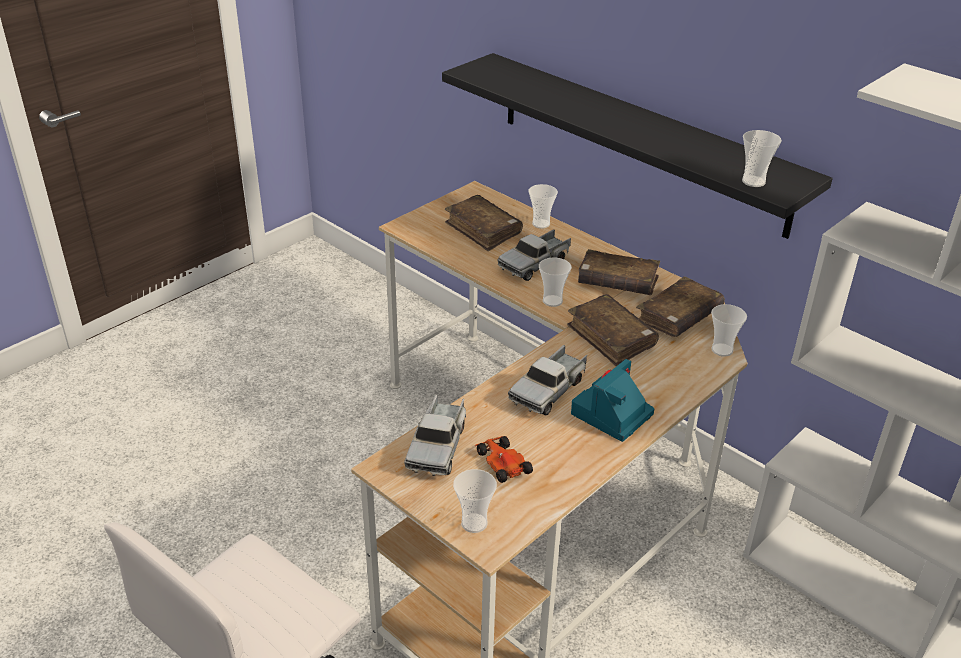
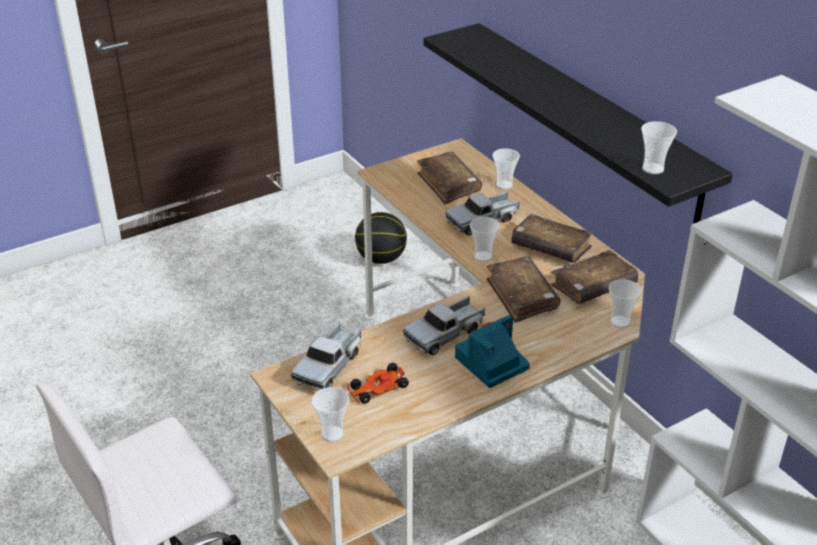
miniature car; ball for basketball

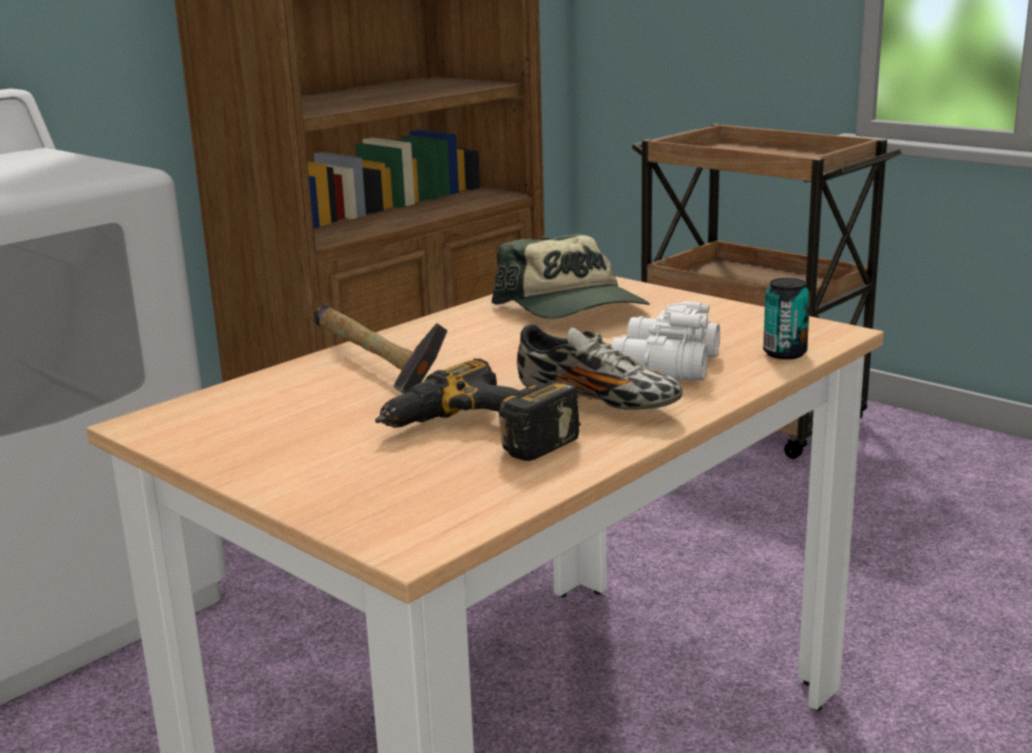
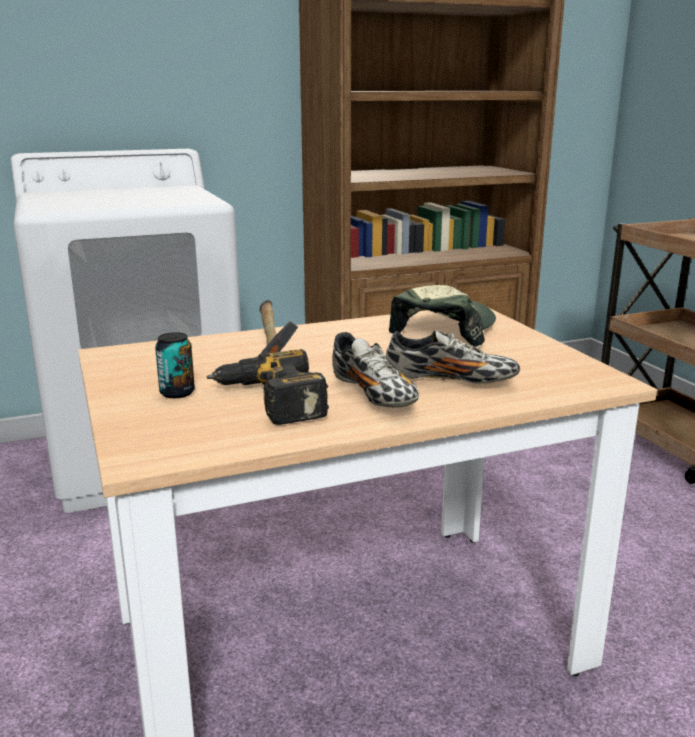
cap; low shoe (2nd from left); can

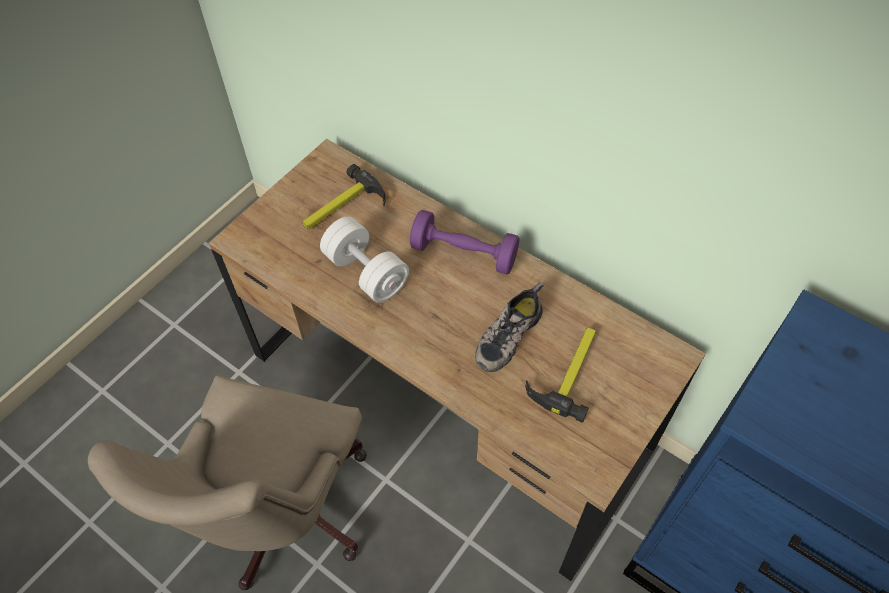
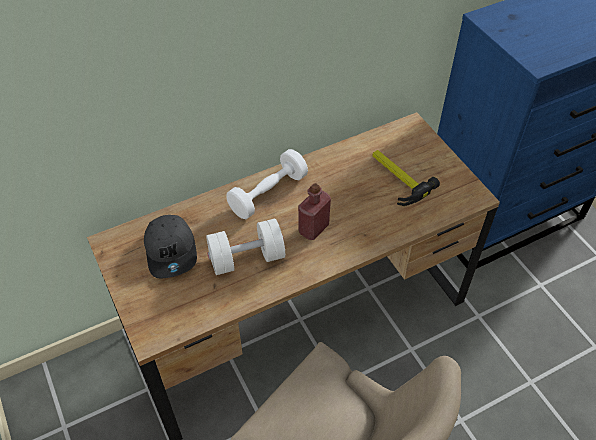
greyish cap; whitish dumbbell (2nd from left); low shoe; reddish drink bottle

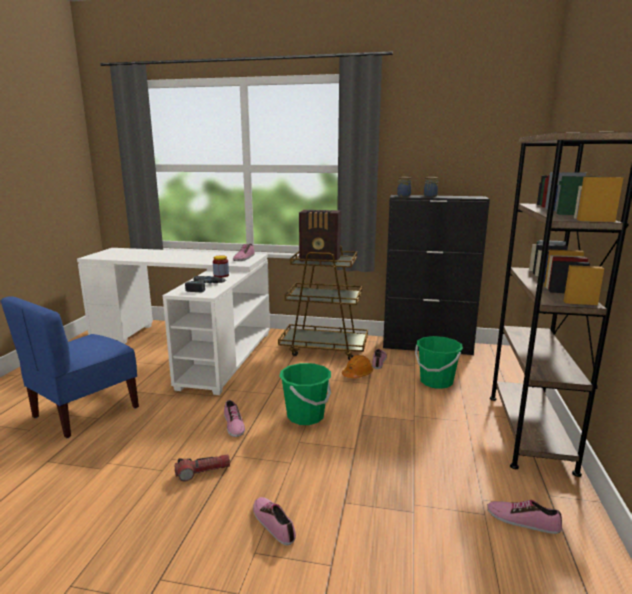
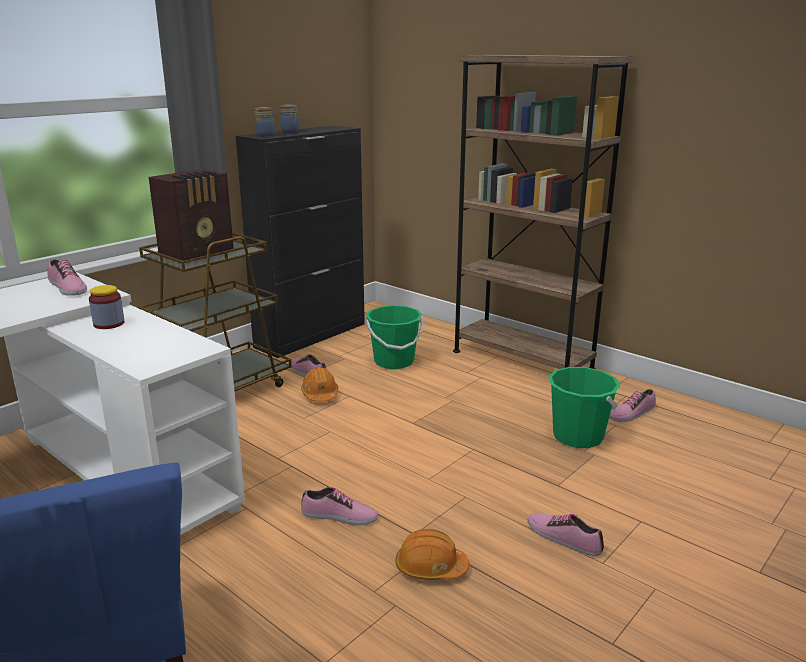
orange hard hat (2nd from left); power drill; low shoe (4th from left); greenish pail (2nd from left)

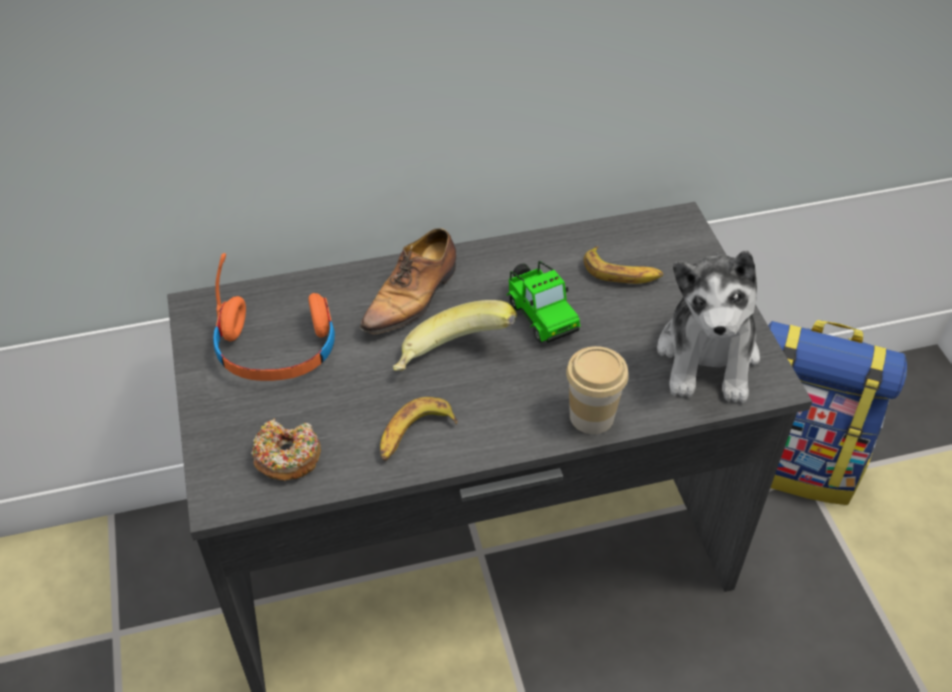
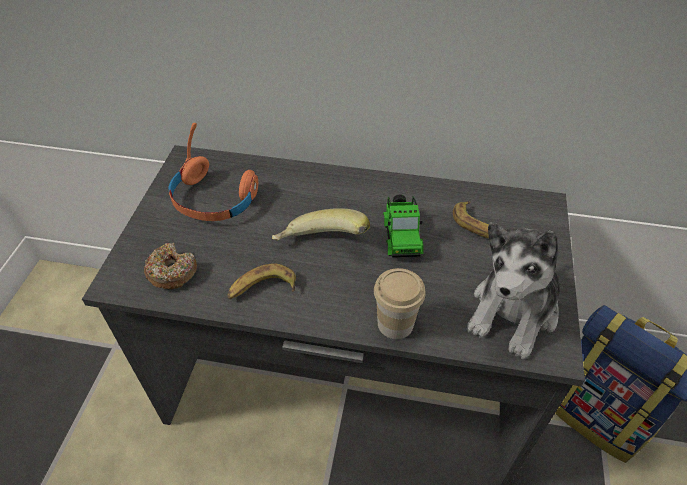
low shoe

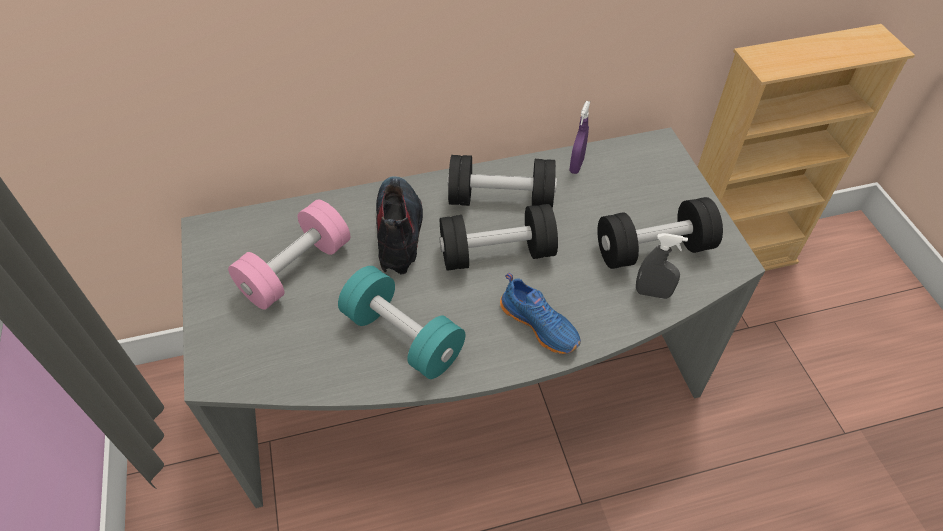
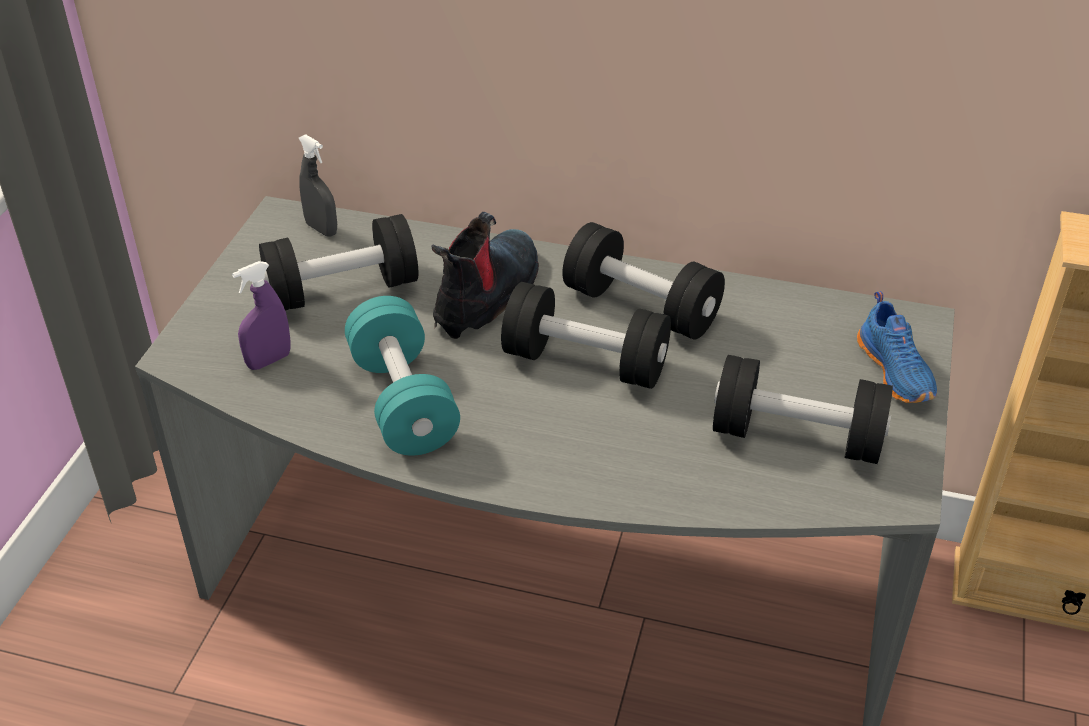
blackish dumbbell (1st from left); blue-coloured low shoe; purple-coloured hand sprayer; greyish hand sprayer

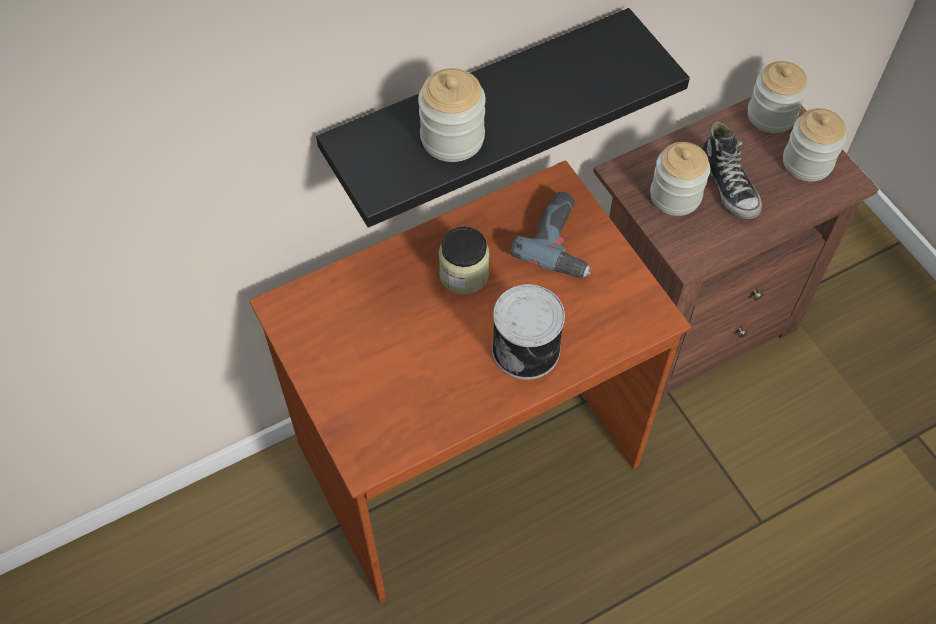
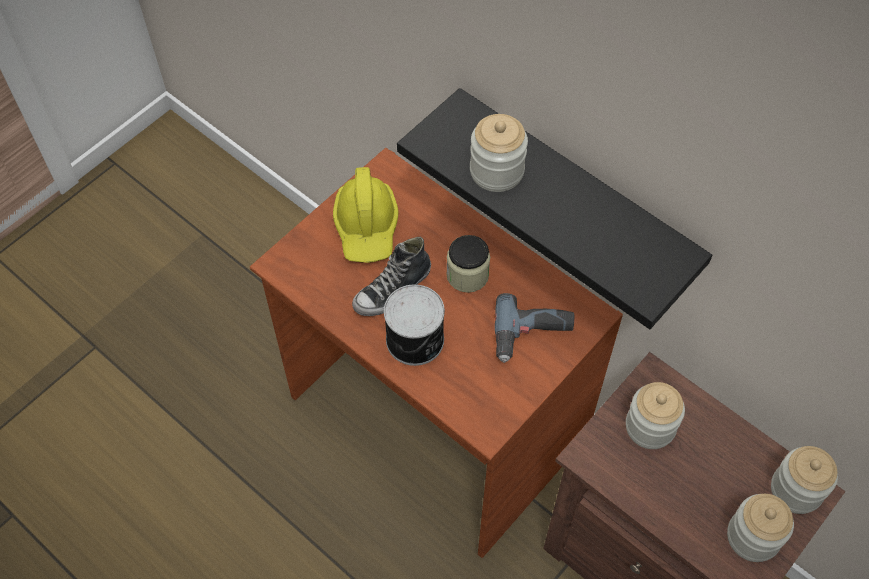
low shoe; yellowish hard hat

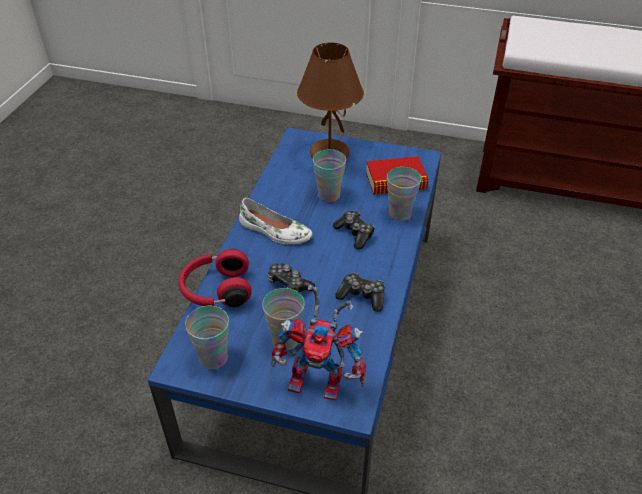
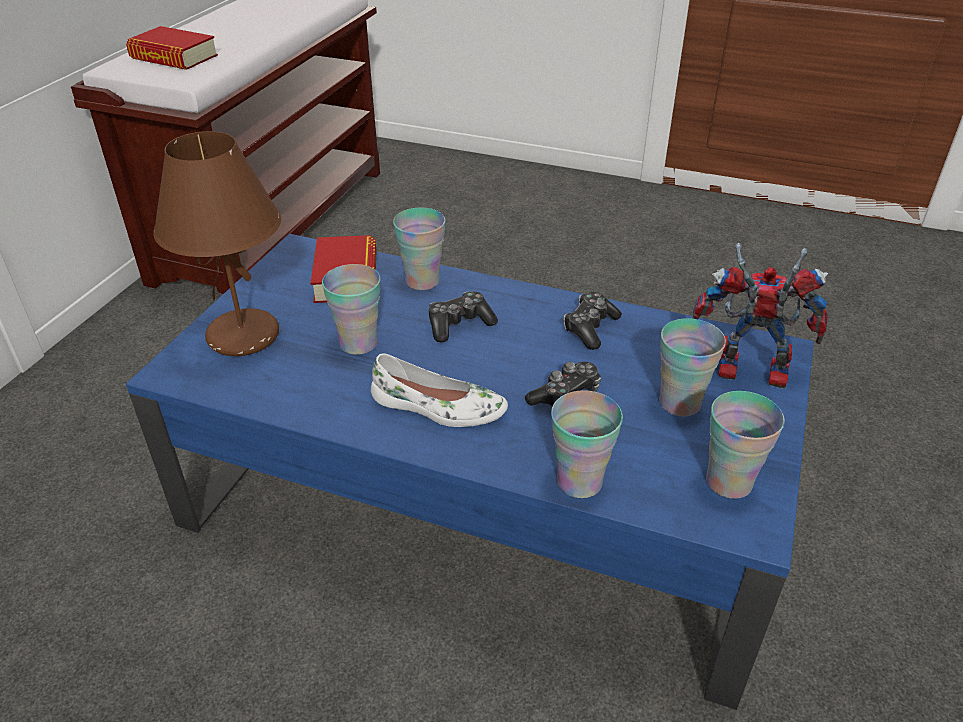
small cup (3rd from left); whitish low shoe; toy robot; volume (1st from left)

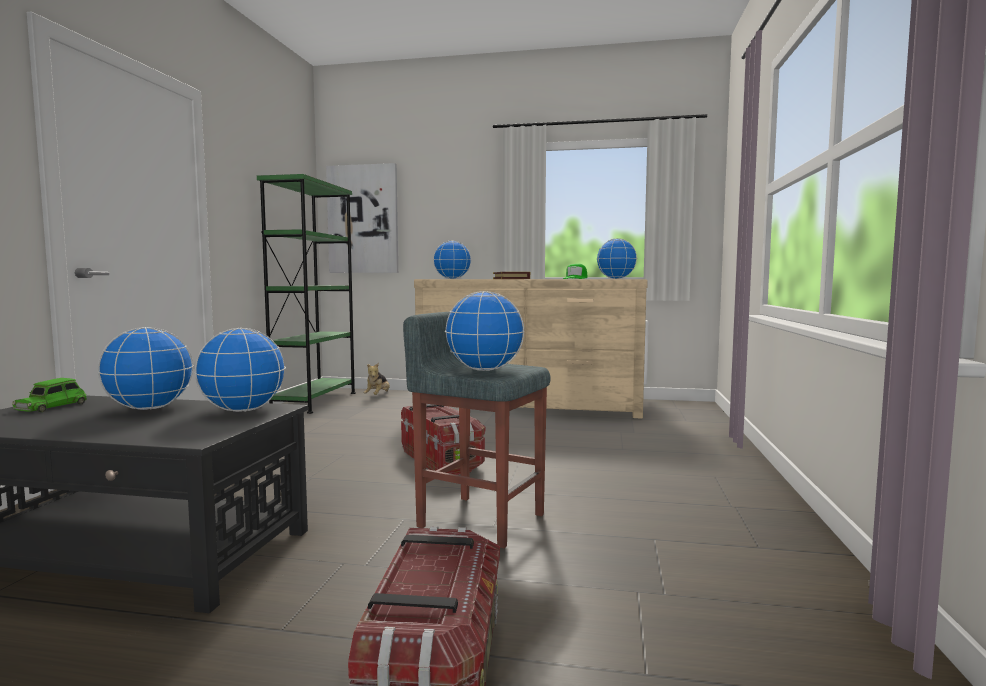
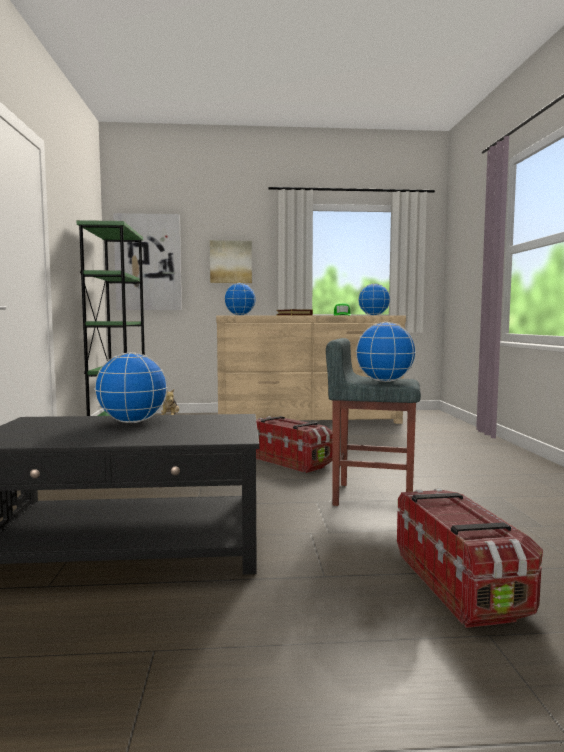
greenish miniature car; world globe (2nd from left in the first image); picture (2nd from left)

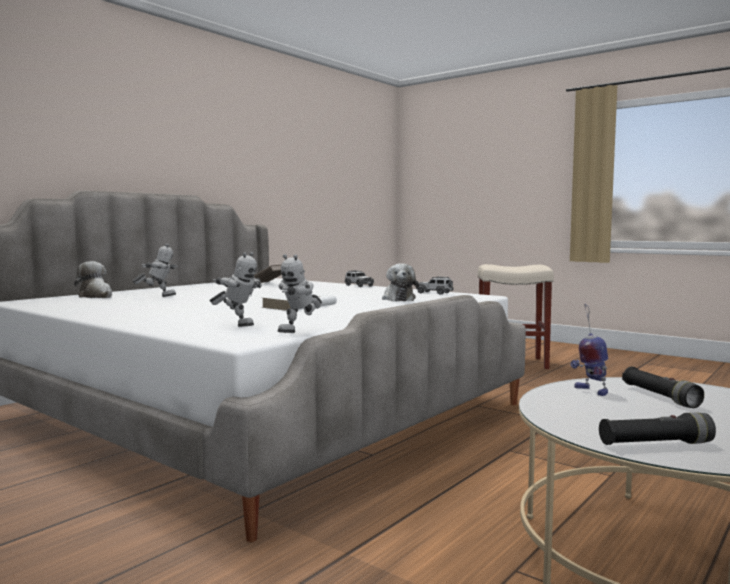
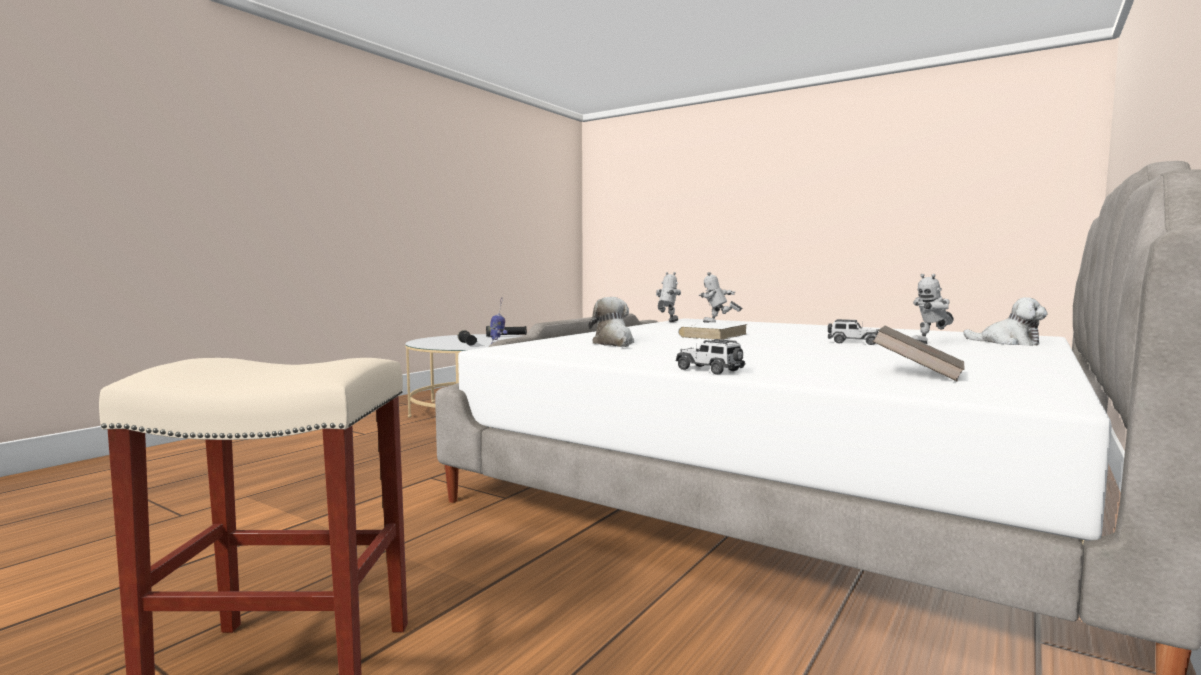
miniature car (2nd from left)

